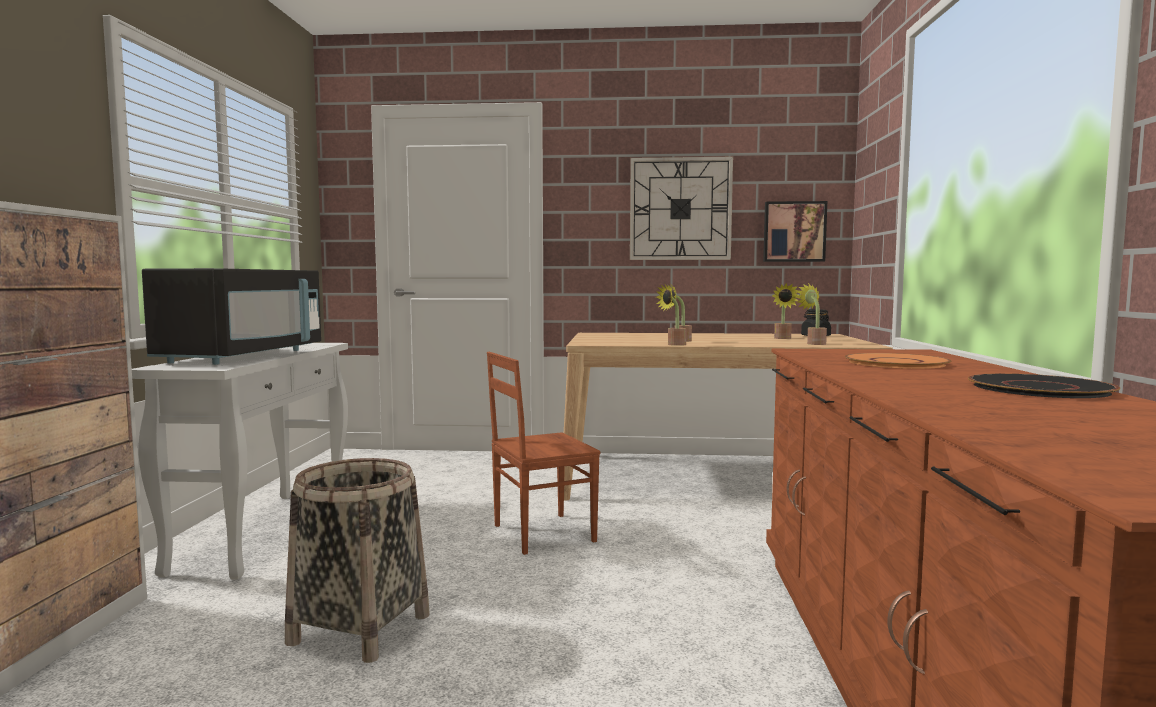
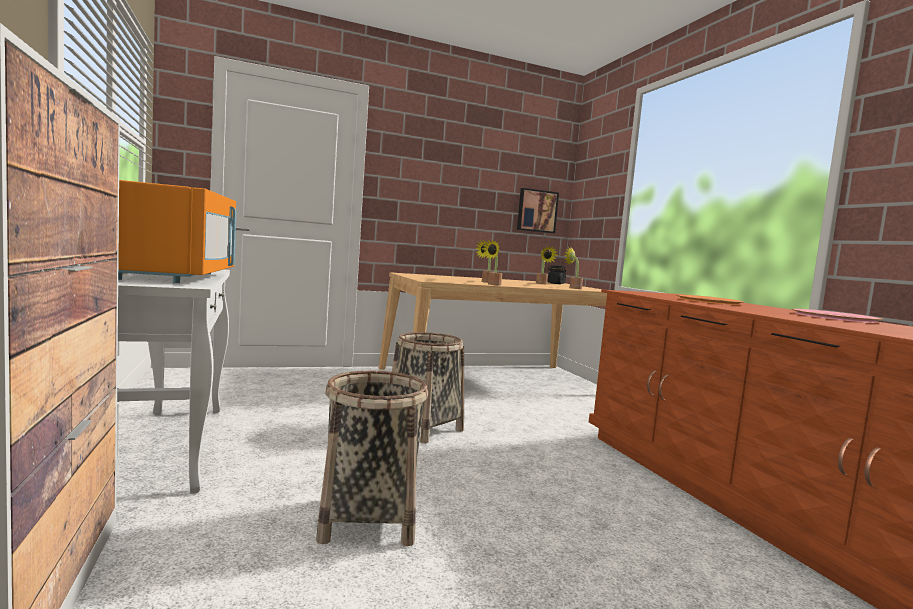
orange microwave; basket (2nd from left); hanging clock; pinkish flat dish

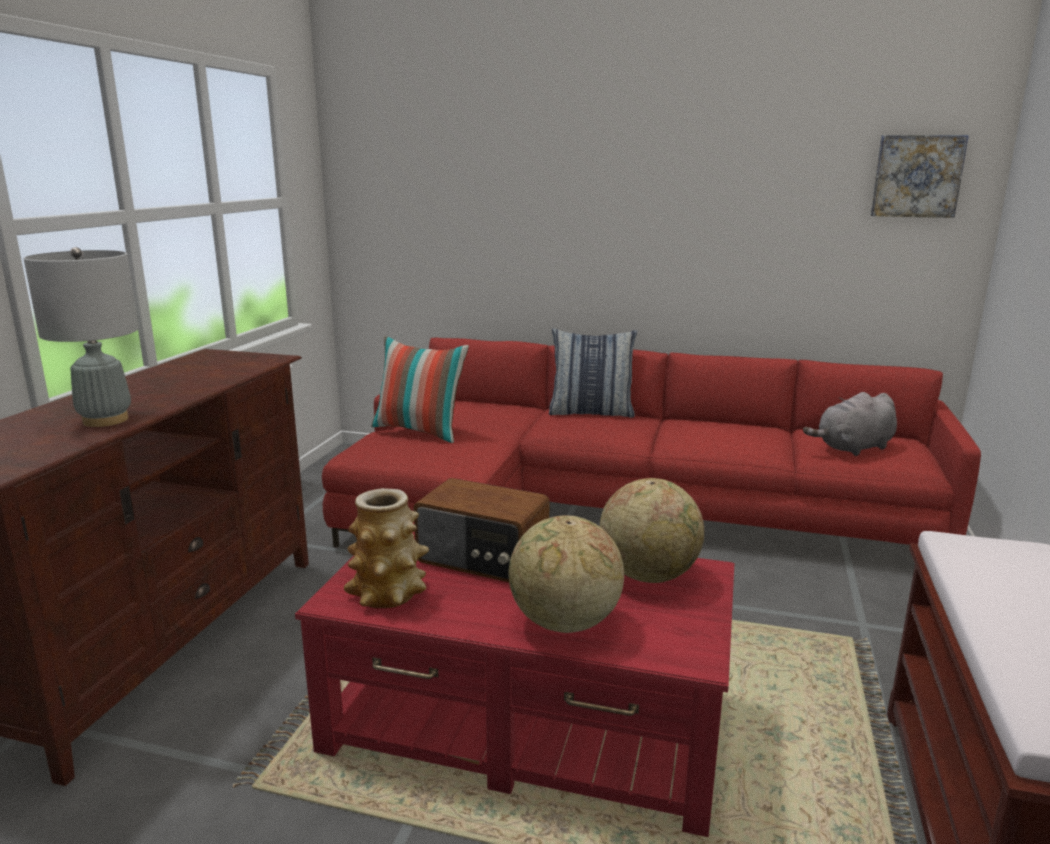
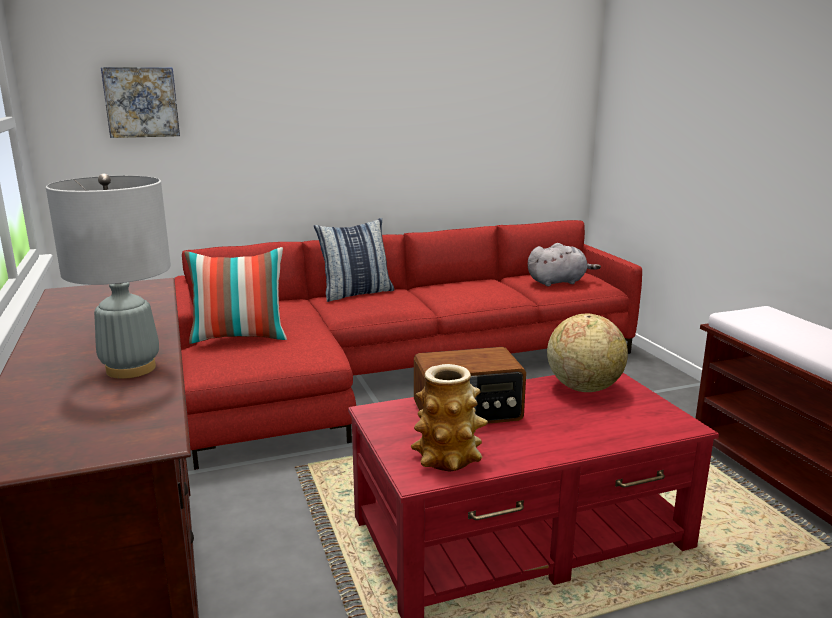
world globe (1st from left in the first image); greyish cuddly toy; picture

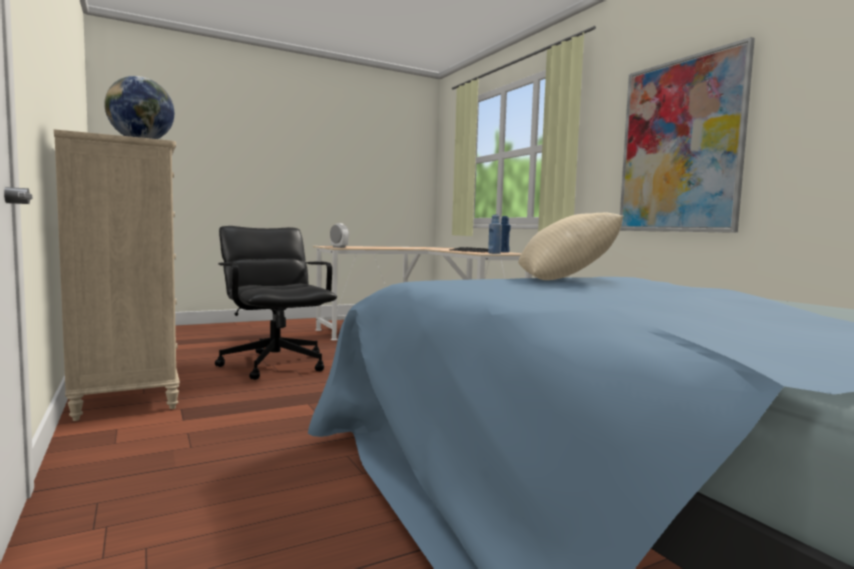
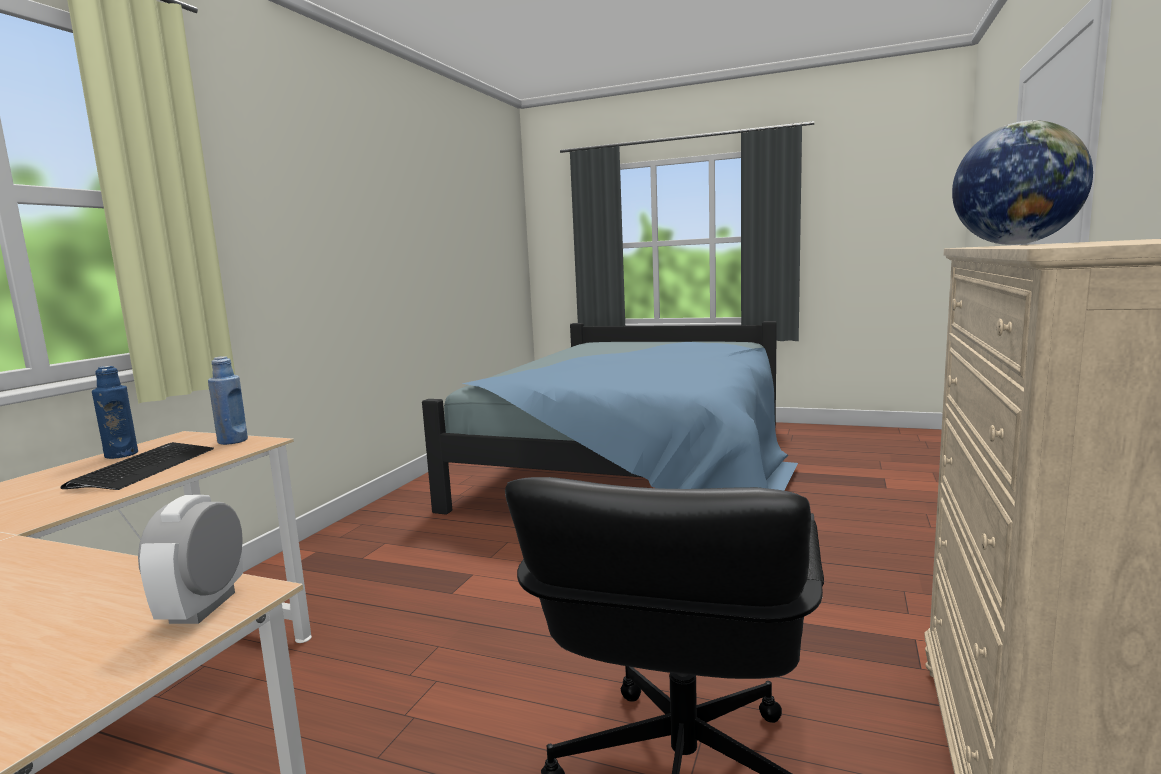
beige throw pillow; picture

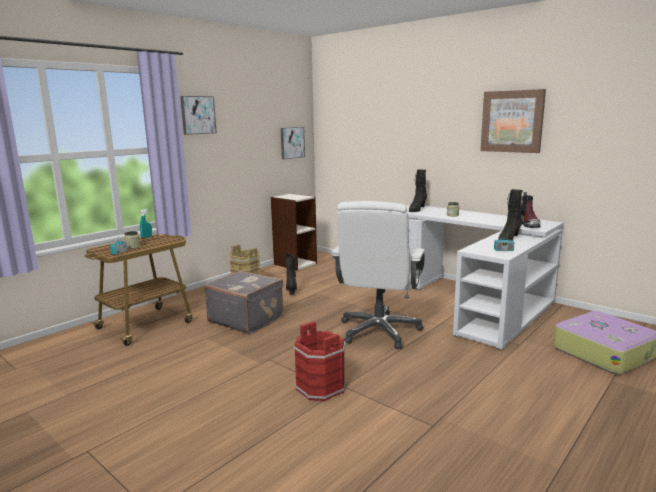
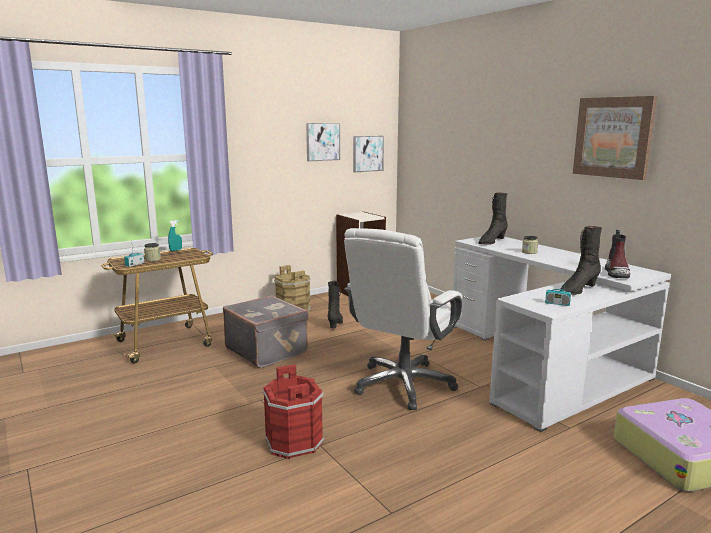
picture (1st from left)

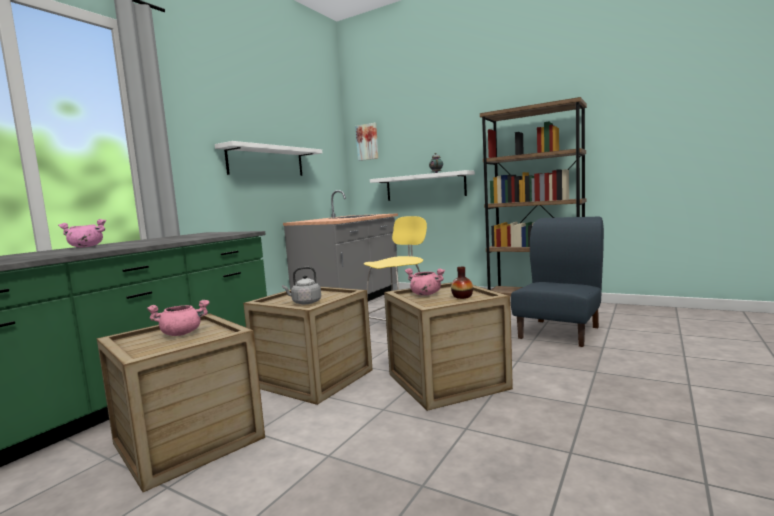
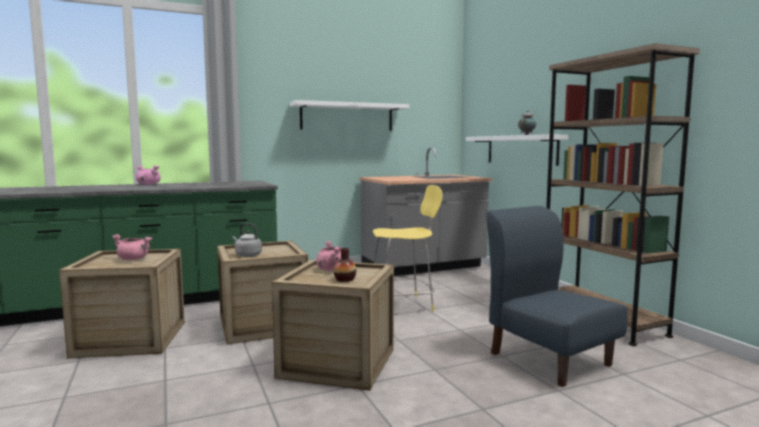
picture; blue-coloured plain chair

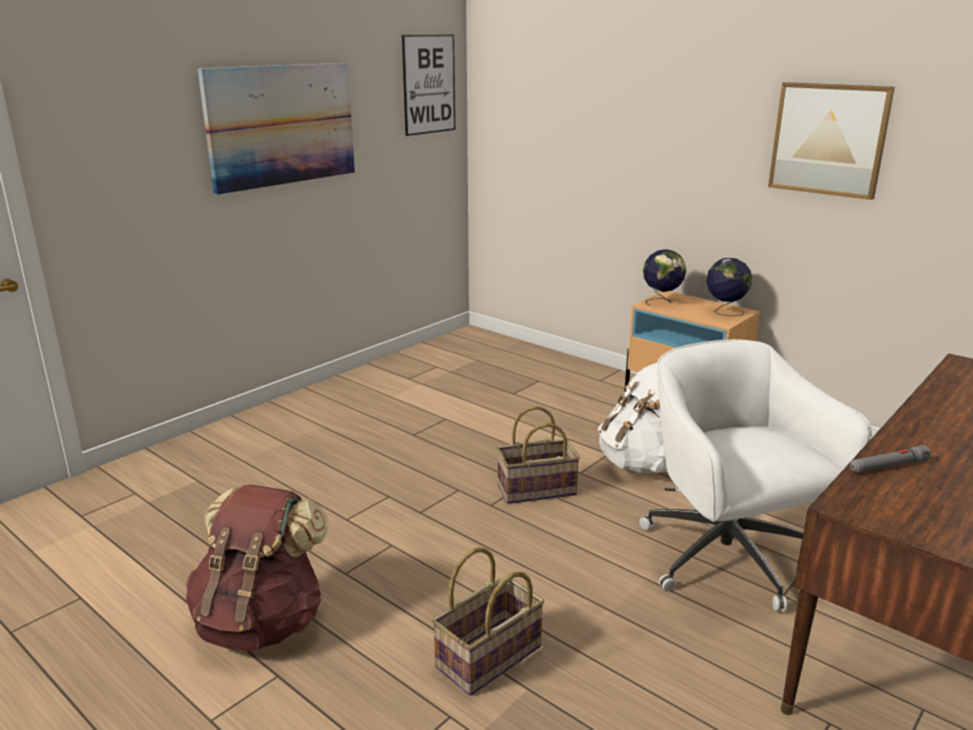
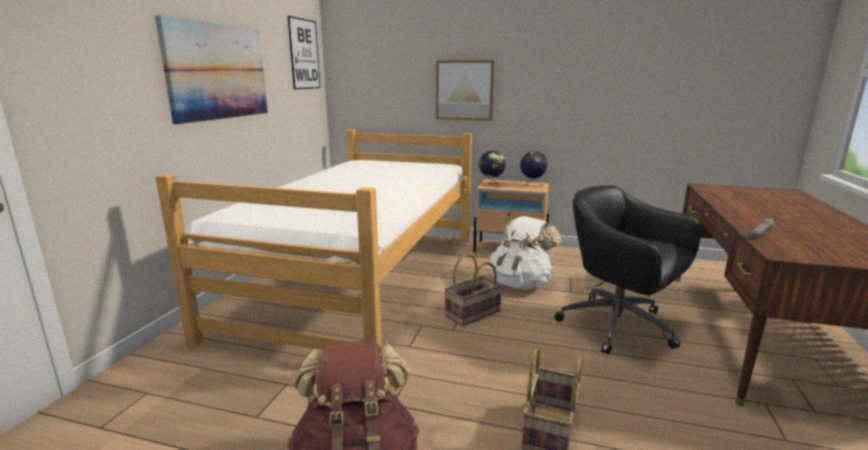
blackish computer chair; picture (3rd from left); bedroom bed

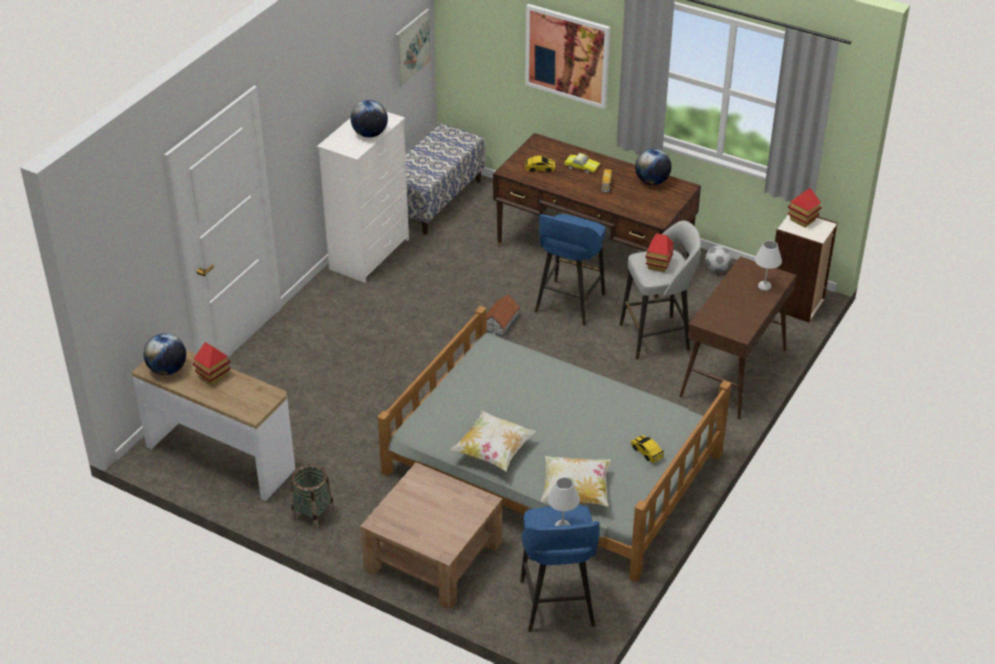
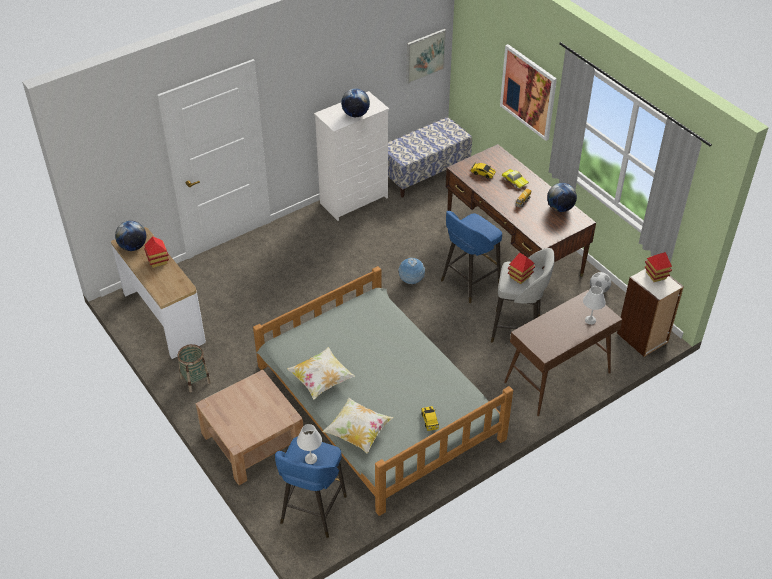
world globe (3rd from left)

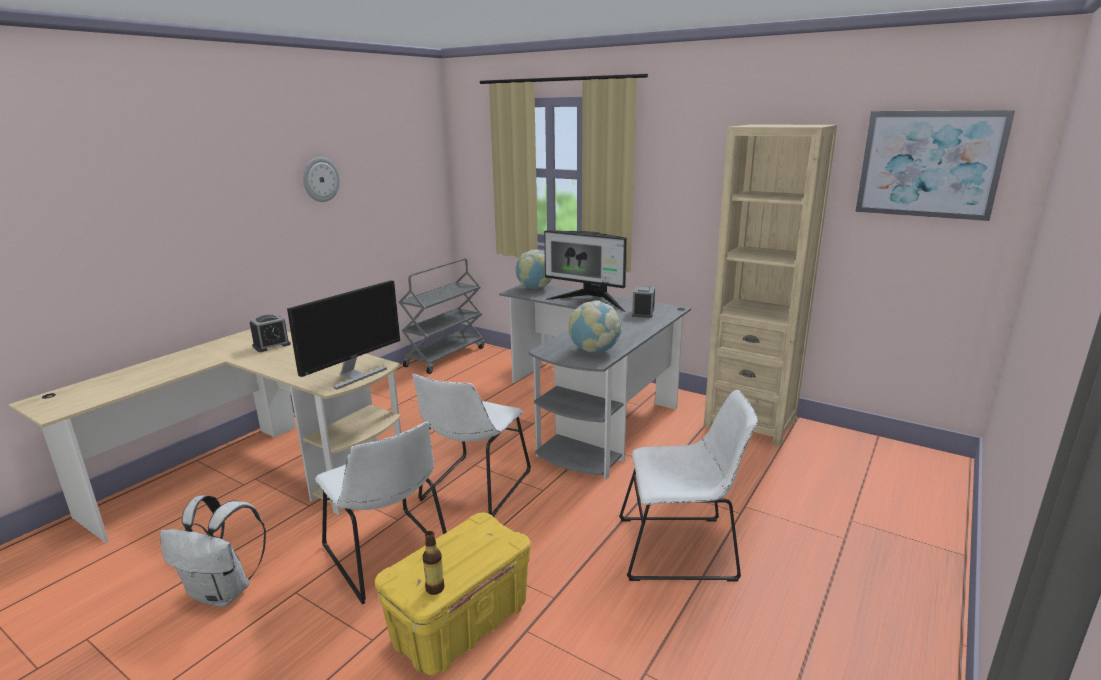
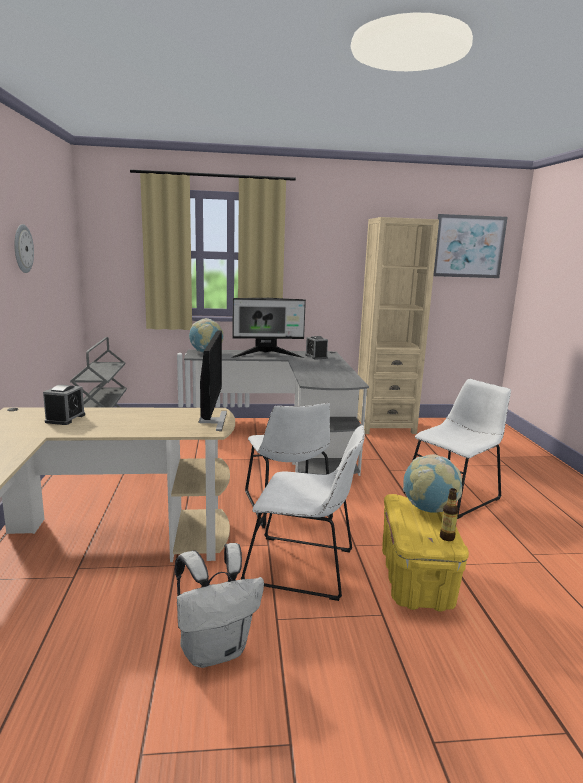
world globe (2nd from left)

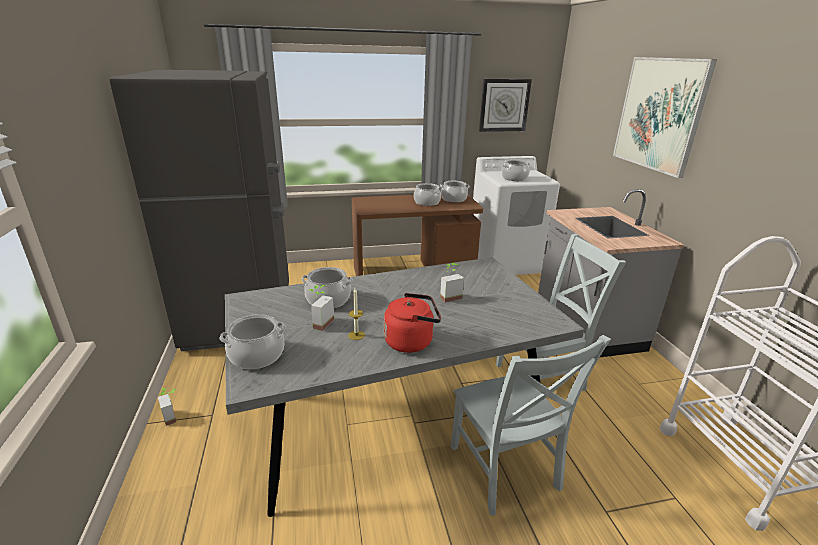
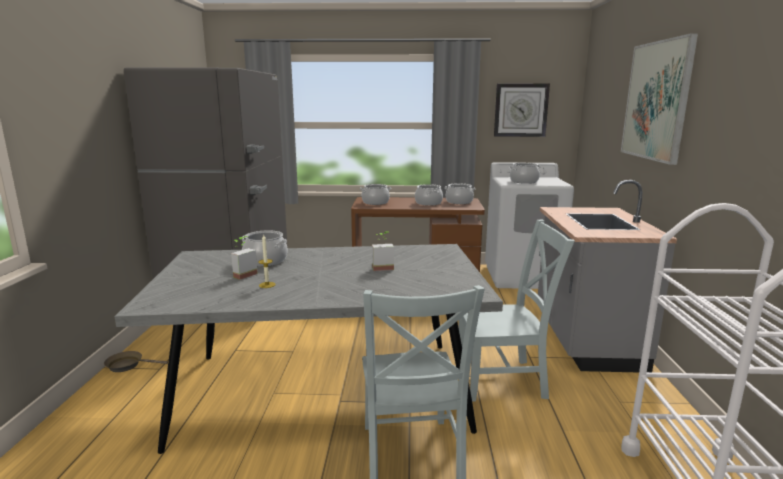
brownish frying pan; stockpot (2nd from left); reddish water kettle

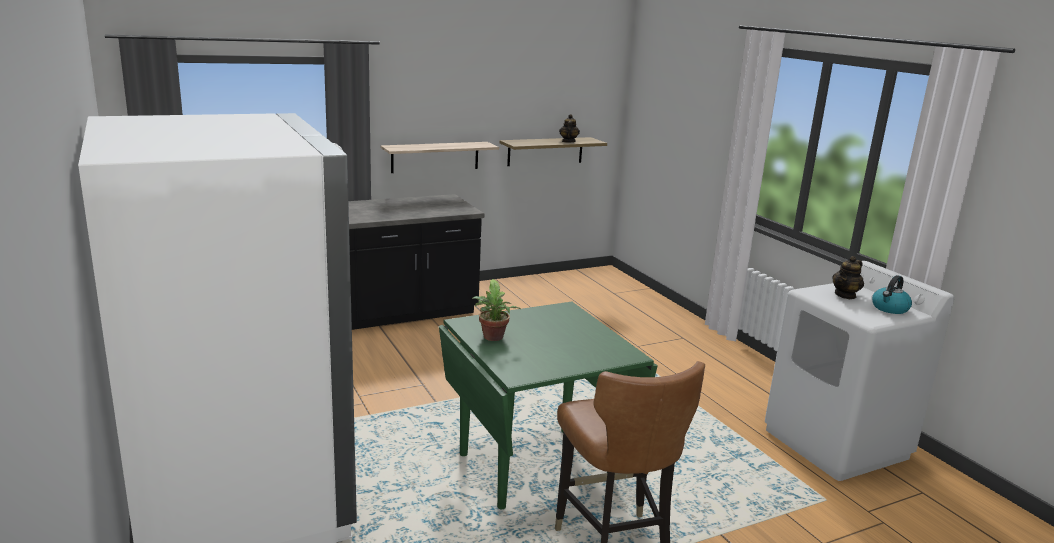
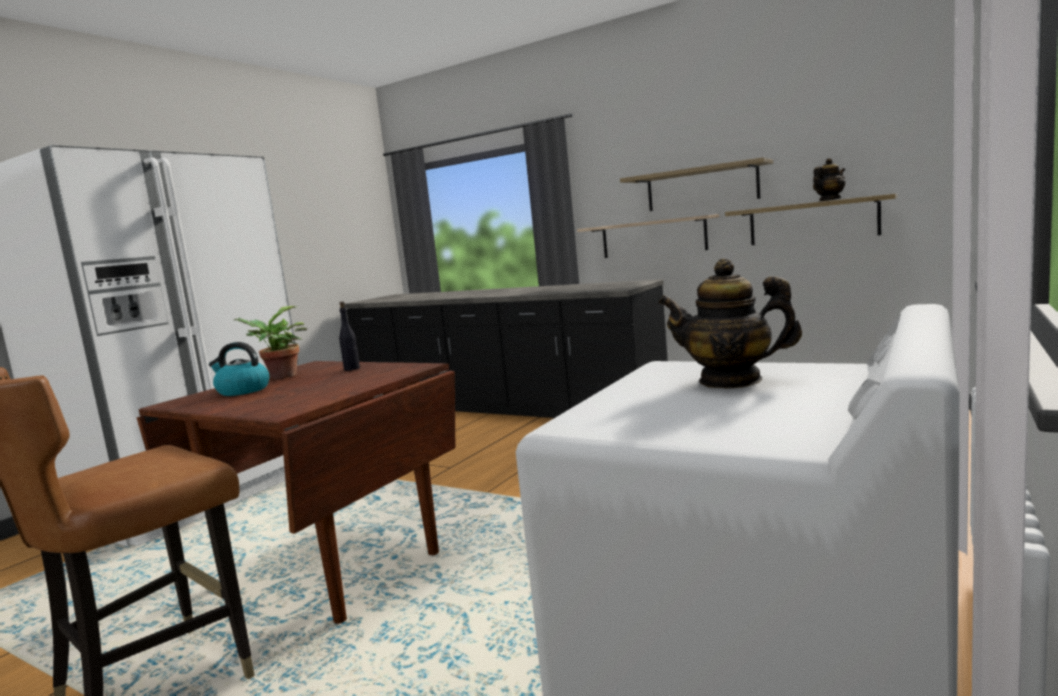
brownish dining table; water kettle; blackish drink bottle; bracket shelf (2nd from left)

